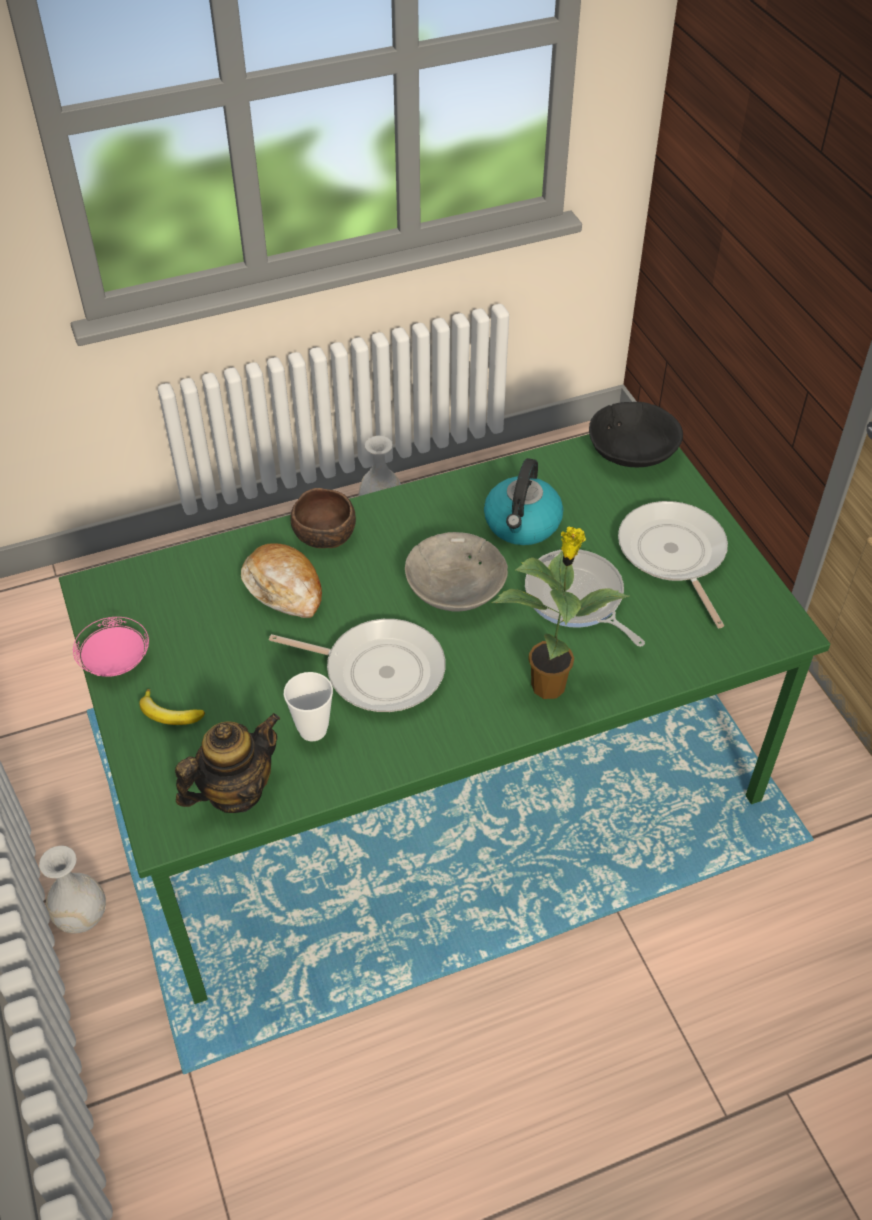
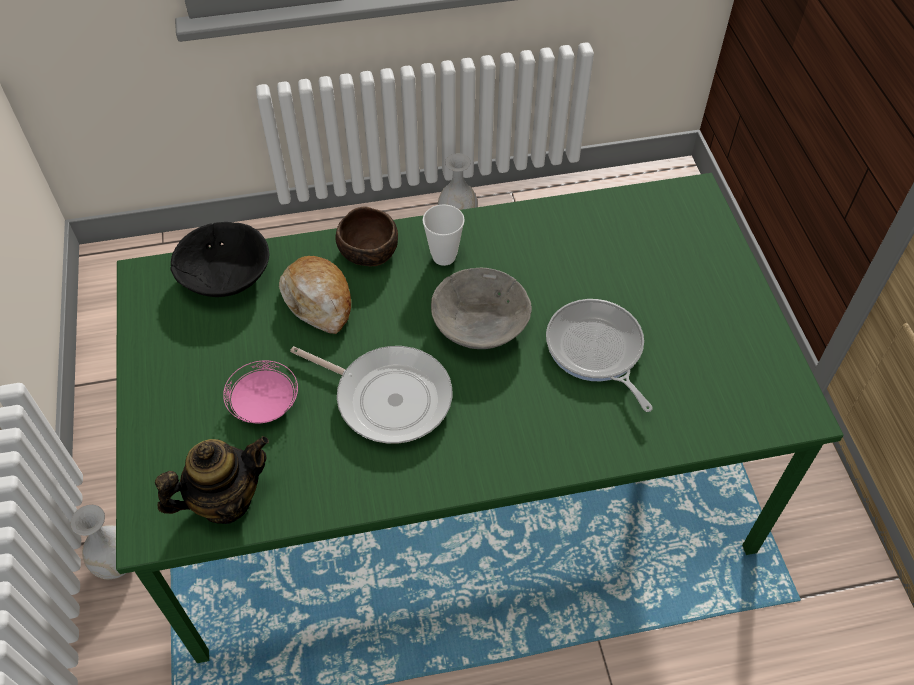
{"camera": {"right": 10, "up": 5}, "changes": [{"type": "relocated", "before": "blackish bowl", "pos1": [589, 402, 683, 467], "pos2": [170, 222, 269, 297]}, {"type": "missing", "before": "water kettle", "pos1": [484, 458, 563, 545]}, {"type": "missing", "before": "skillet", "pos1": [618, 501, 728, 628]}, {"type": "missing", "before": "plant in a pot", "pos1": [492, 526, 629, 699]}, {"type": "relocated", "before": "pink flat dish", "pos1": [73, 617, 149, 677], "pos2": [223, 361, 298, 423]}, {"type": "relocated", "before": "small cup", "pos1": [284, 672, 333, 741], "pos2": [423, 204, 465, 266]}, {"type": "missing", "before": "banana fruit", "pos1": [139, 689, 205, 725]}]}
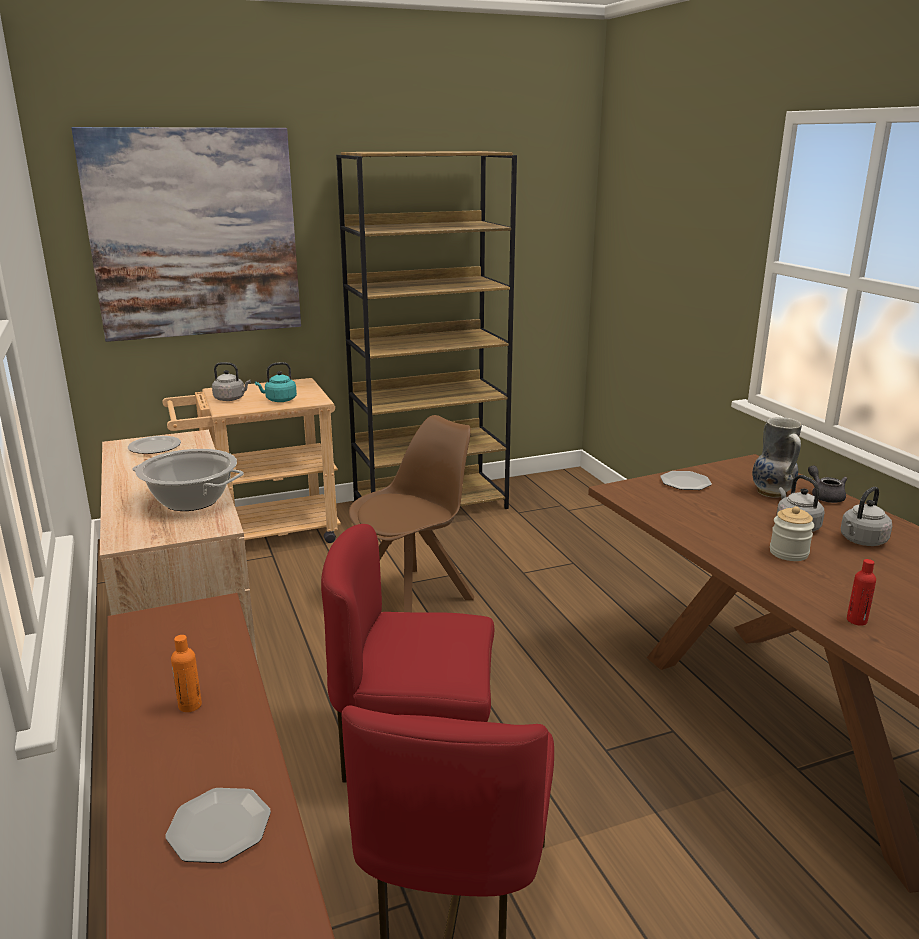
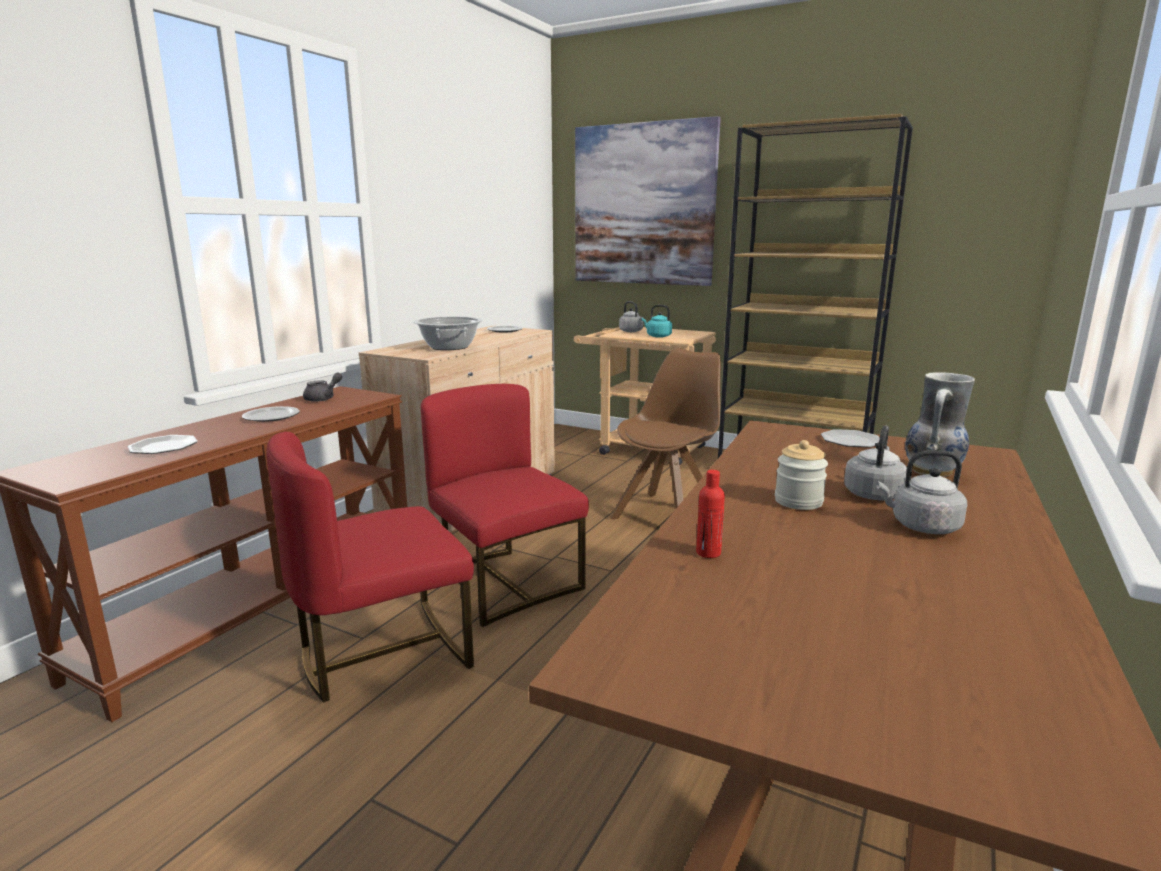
{"camera": {"right": 50, "up": -5}, "changes": [{"type": "spun", "before": "brown-coloured plain chair", "pos1": [349, 415, 474, 612], "pos2": [610, 348, 721, 519], "turn": -60}, {"type": "relocated", "before": "greyish teapot", "pos1": [808, 466, 847, 503], "pos2": [303, 372, 342, 402]}, {"type": "exchanged", "before": "orange beverage bottle", "after": "flat dish", "pos1": [171, 635, 202, 712], "pos2": [242, 406, 300, 422]}]}
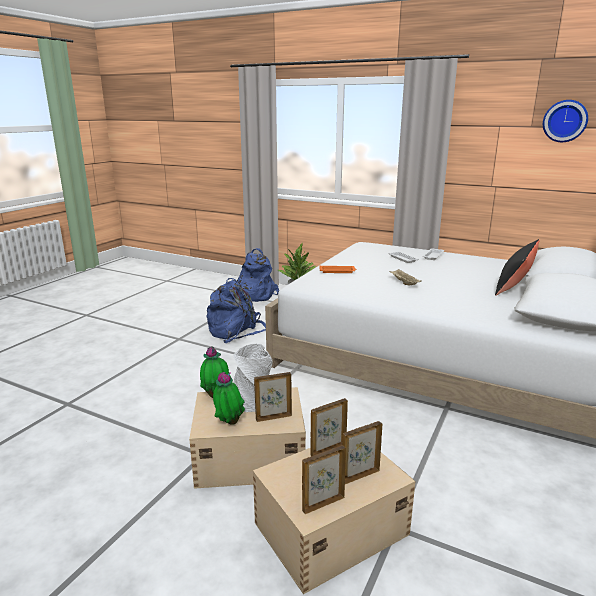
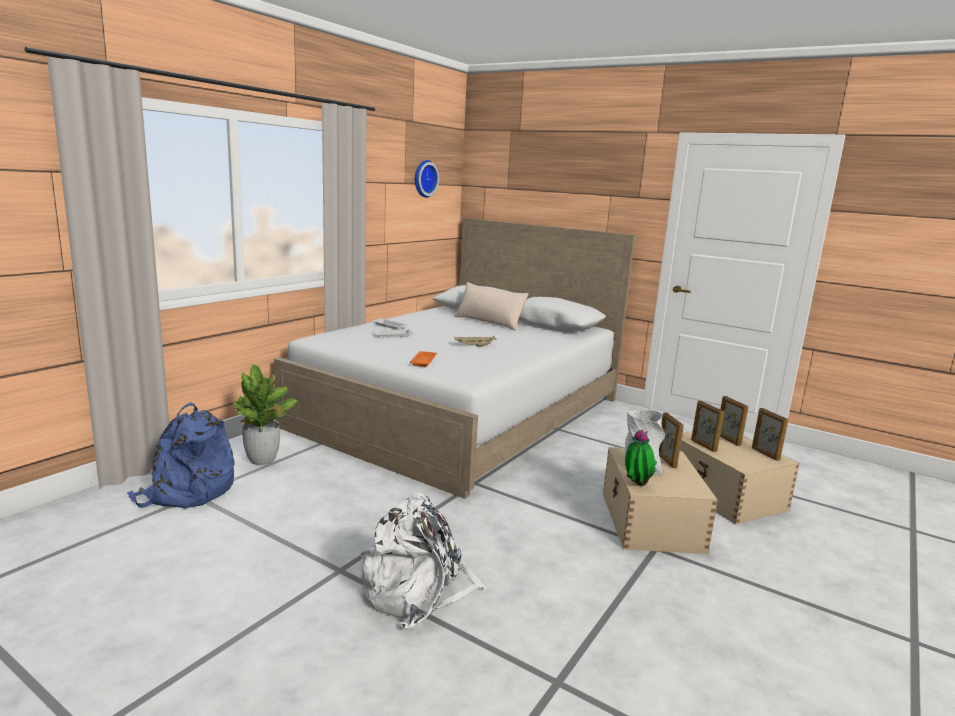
{"camera": {"right": -85, "up": -5}, "changes": [{"type": "colour", "before": "blackish throw pillow", "after": "beige-coloured throw pillow", "pos1": [495, 239, 540, 296], "pos2": [455, 282, 529, 331]}, {"type": "missing", "before": "blue-coloured knapsack", "pos1": [206, 278, 266, 343]}, {"type": "missing", "before": "plant in a pot", "pos1": [213, 372, 245, 425]}, {"type": "appeared", "after": "white knapsack", "pos2": [360, 493, 487, 630]}]}
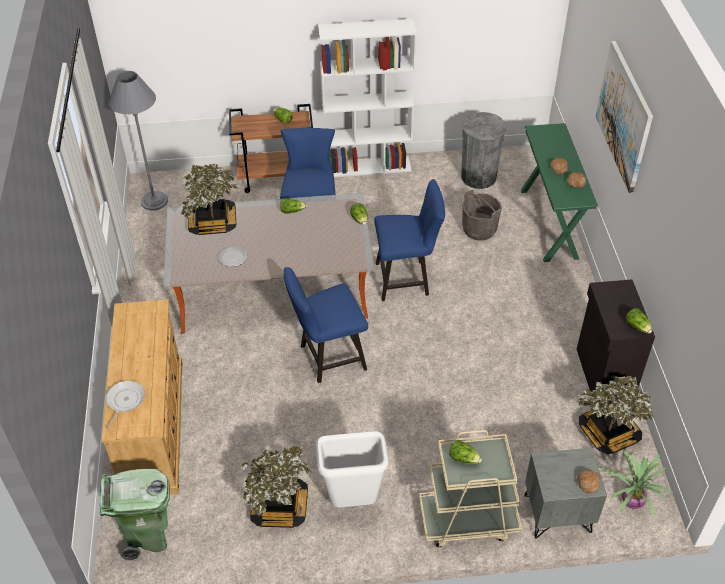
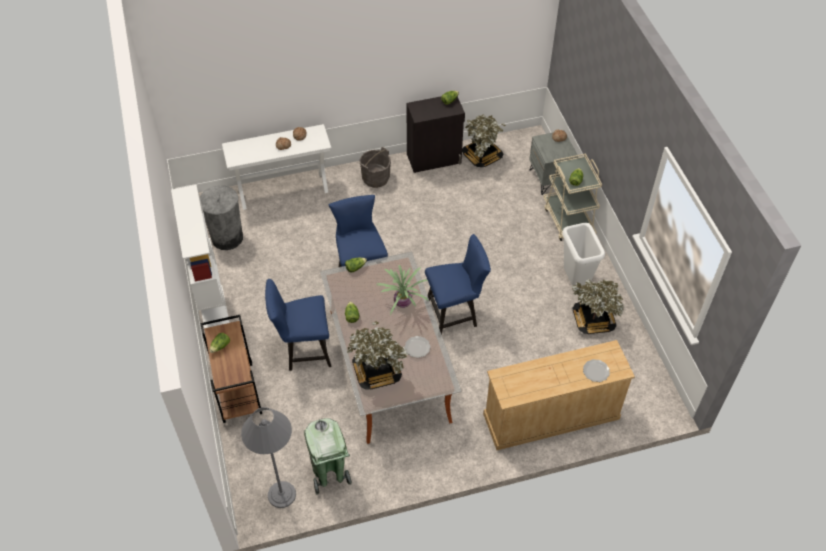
{"camera": {"right": -100, "up": 5}, "changes": [{"type": "missing", "before": "picture", "pos1": [596, 41, 653, 193]}, {"type": "colour", "before": "greenish hall table", "after": "white hall table", "pos1": [521, 123, 598, 262], "pos2": [222, 124, 332, 210]}, {"type": "relocated", "before": "greyish water bucket", "pos1": [462, 190, 502, 241], "pos2": [359, 147, 391, 188]}, {"type": "spun", "before": "blue-coloured plain chair", "pos1": [283, 267, 368, 383], "pos2": [425, 234, 491, 335], "turn": -75}, {"type": "exchanged", "before": "skillet", "after": "flat dish", "pos1": [106, 381, 145, 430], "pos2": [583, 359, 610, 382]}, {"type": "relocated", "before": "plant in a pot", "pos1": [598, 449, 673, 517], "pos2": [377, 265, 428, 315]}, {"type": "relocated", "before": "greenish waste bin", "pos1": [100, 469, 170, 560], "pos2": [304, 418, 352, 495]}]}
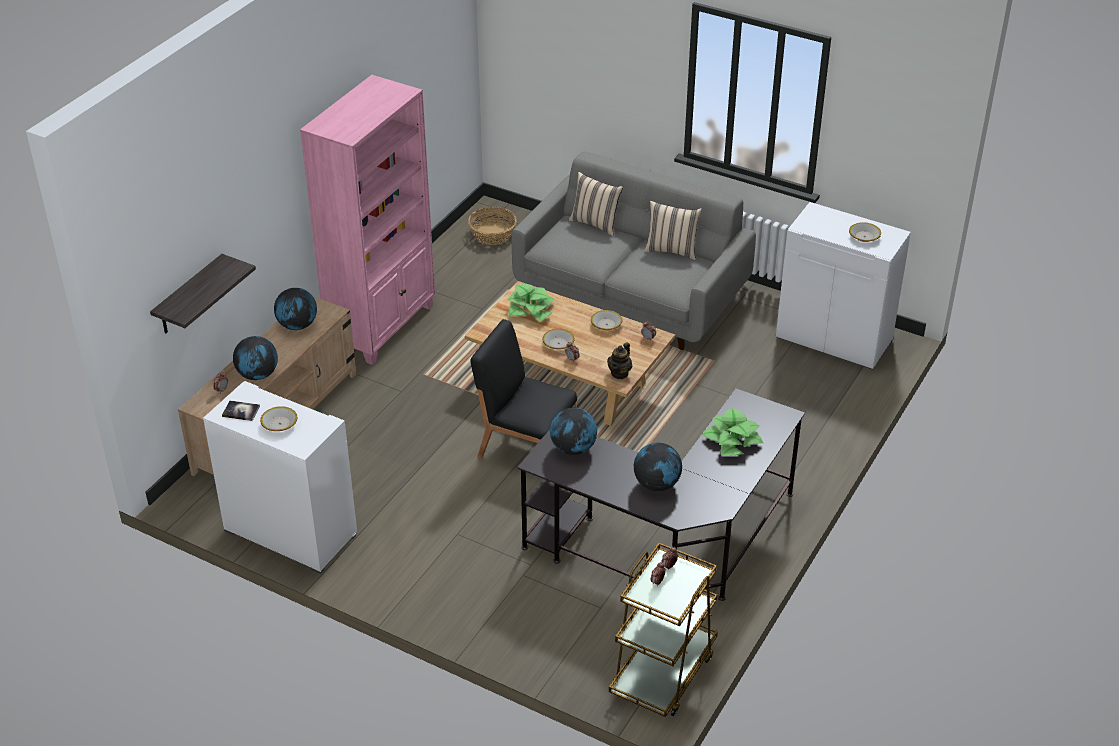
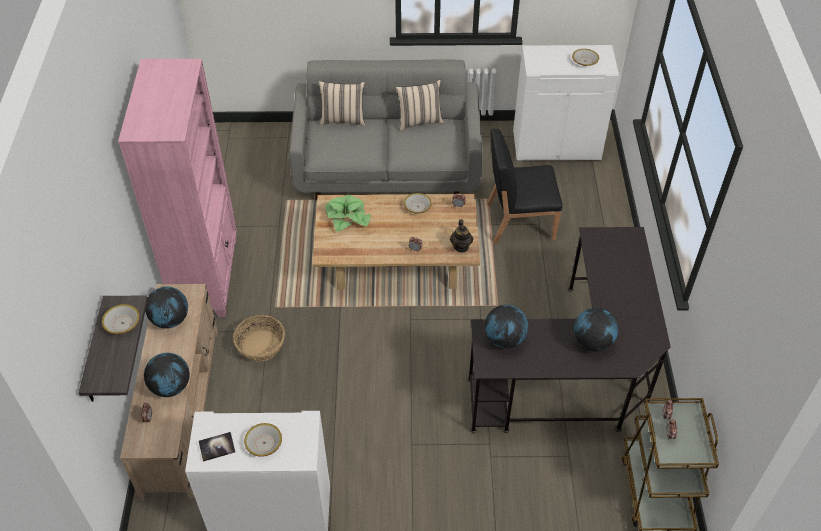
{"camera": {"right": -30, "up": 10}, "changes": [{"type": "relocated", "before": "household basket", "pos1": [468, 207, 517, 245], "pos2": [233, 315, 285, 362]}, {"type": "relocated", "before": "blackish plain chair", "pos1": [471, 319, 577, 459], "pos2": [487, 129, 562, 244]}, {"type": "relocated", "before": "bowl", "pos1": [542, 329, 574, 349], "pos2": [102, 304, 140, 334]}, {"type": "missing", "before": "plant in a pot", "pos1": [702, 408, 763, 456]}]}
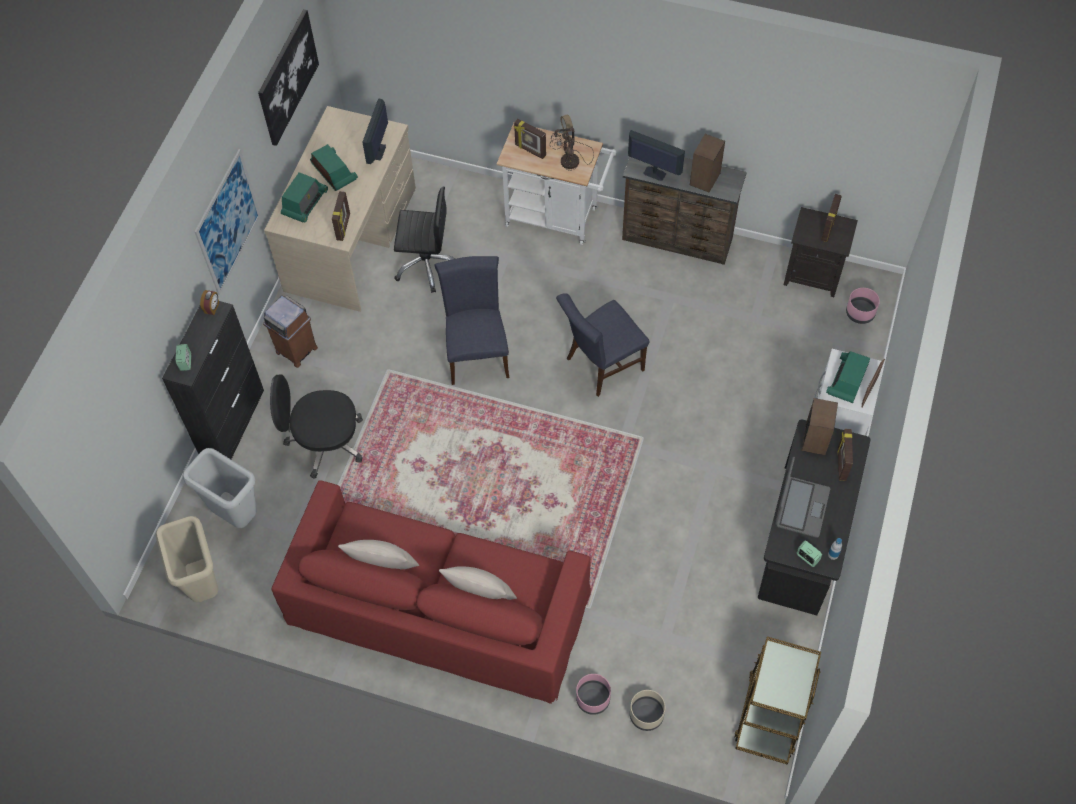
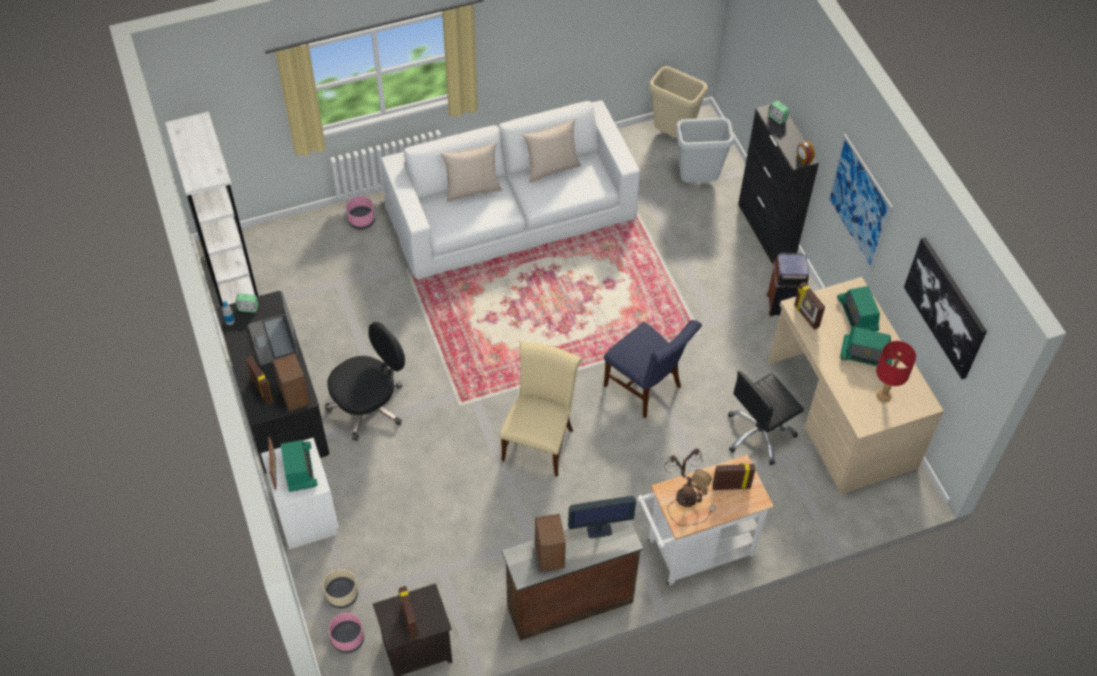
{"camera": {"right": 140, "up": -5}, "changes": [{"type": "missing", "before": "monitor", "pos1": [362, 98, 388, 164]}, {"type": "colour", "before": "blue-coloured plain chair", "after": "beige-coloured plain chair", "pos1": [556, 293, 650, 397], "pos2": [500, 341, 582, 477]}, {"type": "relocated", "before": "blackish computer chair", "pos1": [270, 374, 363, 479], "pos2": [325, 322, 405, 441]}, {"type": "colour", "before": "reddish couch", "after": "white couch", "pos1": [272, 480, 591, 704], "pos2": [381, 100, 640, 280]}, {"type": "exchanged", "before": "brown-coloured trolley", "after": "white bookcase", "pos1": [734, 636, 821, 765], "pos2": [165, 112, 258, 306]}, {"type": "relocated", "before": "beige-coloured plant pot", "pos1": [630, 690, 665, 731], "pos2": [323, 569, 358, 609]}, {"type": "appeared", "after": "reddish table lamp", "pos2": [876, 341, 916, 403]}]}
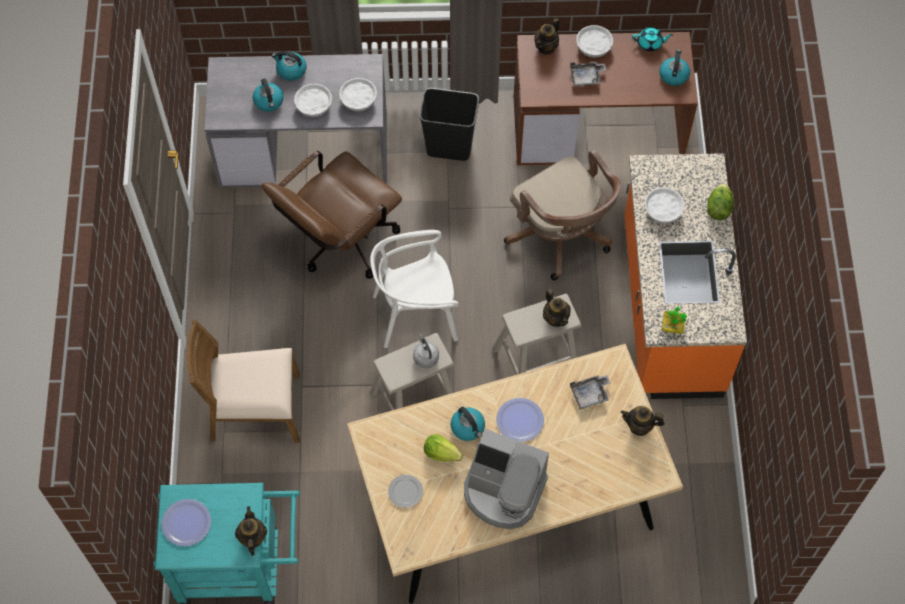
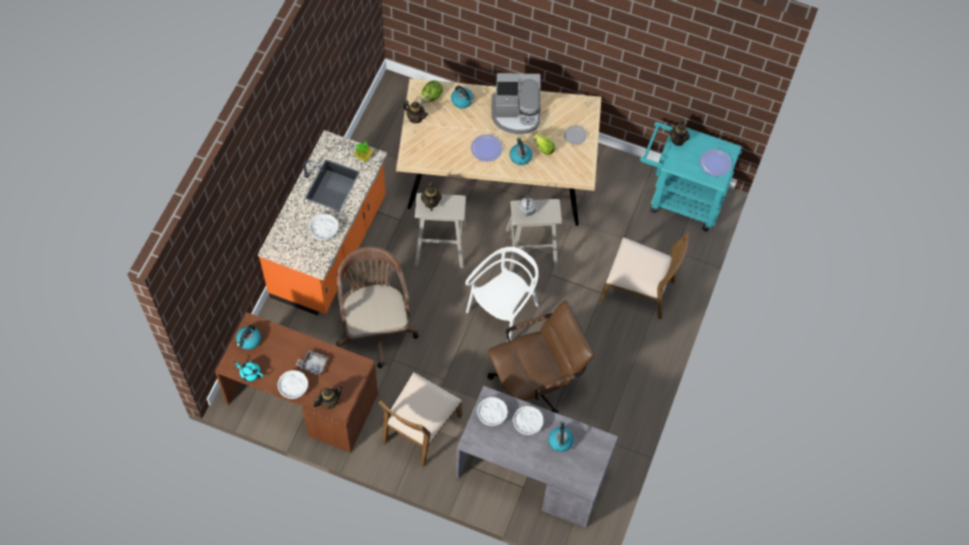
{"camera": {"right": -160, "up": 0}, "changes": [{"type": "relocated", "before": "water kettle", "pos1": [272, 51, 306, 81], "pos2": [451, 85, 474, 109]}, {"type": "exchanged", "before": "blackish waste bin", "after": "brown-coloured plain chair", "pos1": [419, 88, 479, 161], "pos2": [379, 372, 462, 467]}, {"type": "relocated", "before": "head of lettuce", "pos1": [707, 183, 734, 220], "pos2": [421, 80, 443, 103]}, {"type": "spun", "before": "white plain chair", "pos1": [370, 230, 459, 348], "pos2": [465, 247, 539, 342], "turn": -60}, {"type": "missing", "before": "greyish carrying tray", "pos1": [570, 375, 610, 410]}, {"type": "spun", "before": "coffee machine", "pos1": [464, 429, 549, 529], "pos2": [491, 73, 541, 134], "turn": 135}]}
